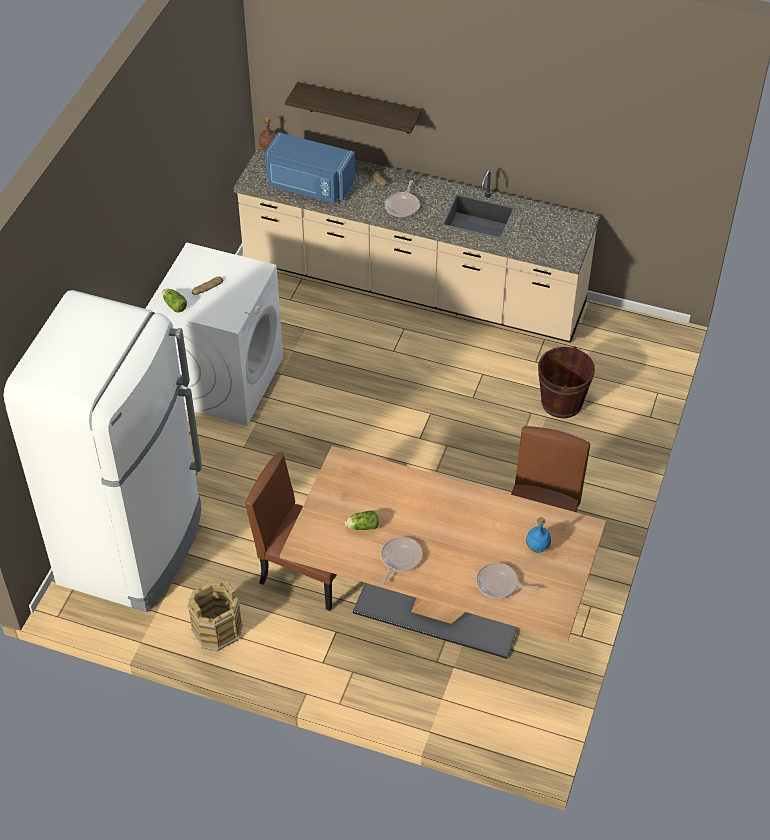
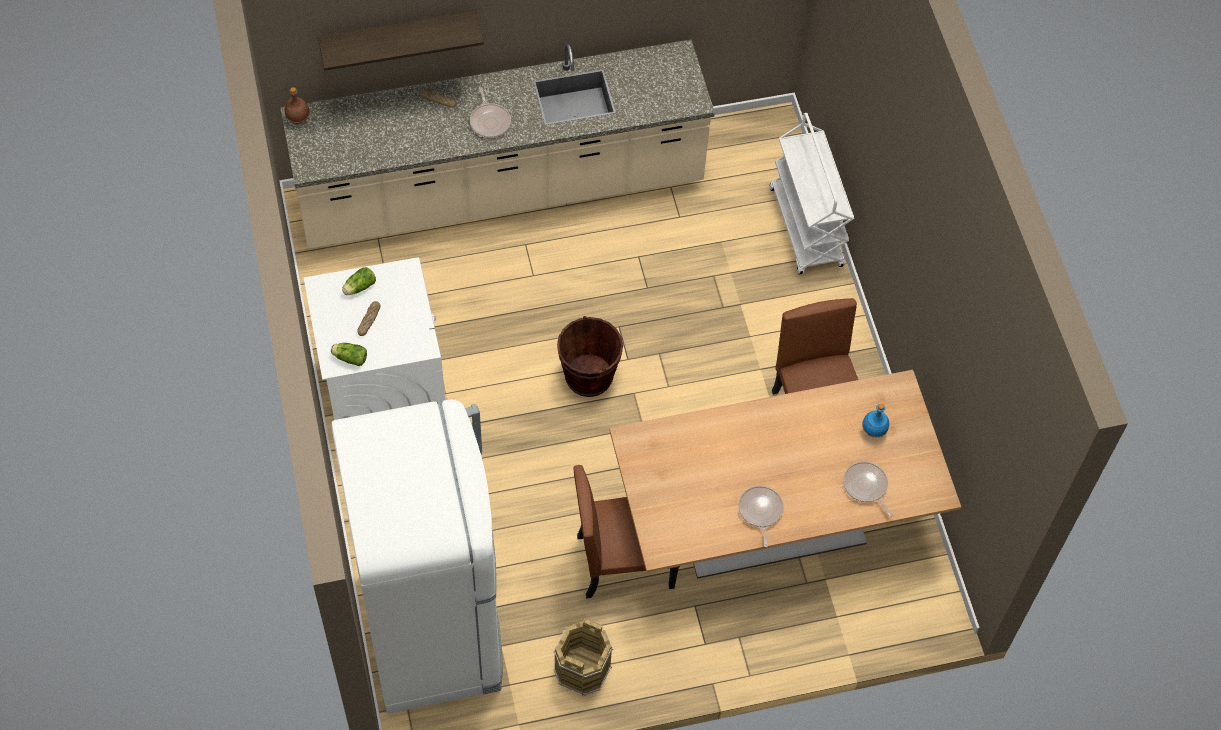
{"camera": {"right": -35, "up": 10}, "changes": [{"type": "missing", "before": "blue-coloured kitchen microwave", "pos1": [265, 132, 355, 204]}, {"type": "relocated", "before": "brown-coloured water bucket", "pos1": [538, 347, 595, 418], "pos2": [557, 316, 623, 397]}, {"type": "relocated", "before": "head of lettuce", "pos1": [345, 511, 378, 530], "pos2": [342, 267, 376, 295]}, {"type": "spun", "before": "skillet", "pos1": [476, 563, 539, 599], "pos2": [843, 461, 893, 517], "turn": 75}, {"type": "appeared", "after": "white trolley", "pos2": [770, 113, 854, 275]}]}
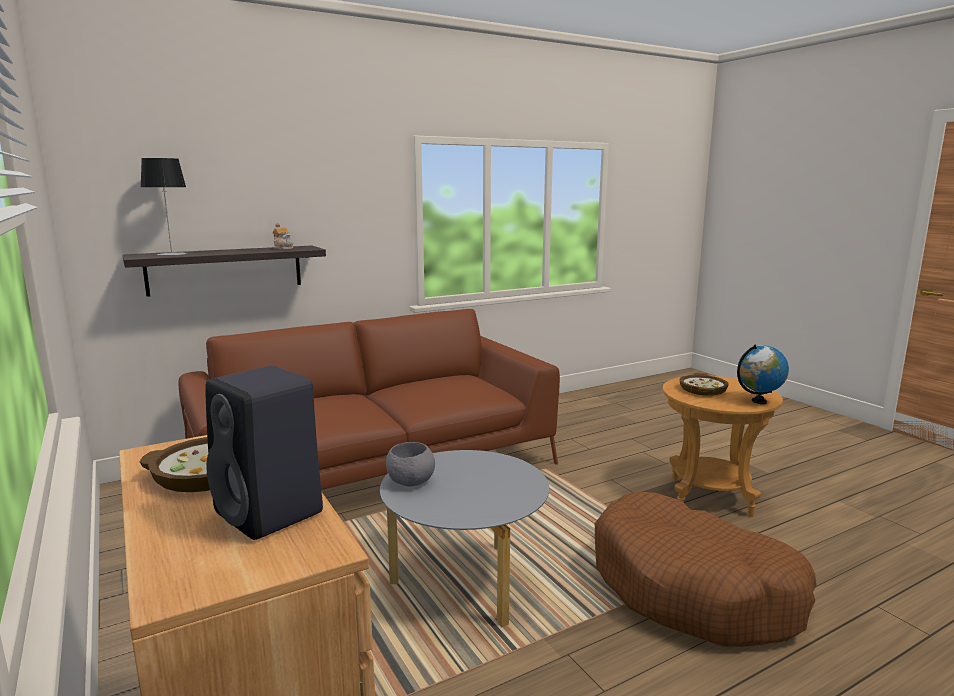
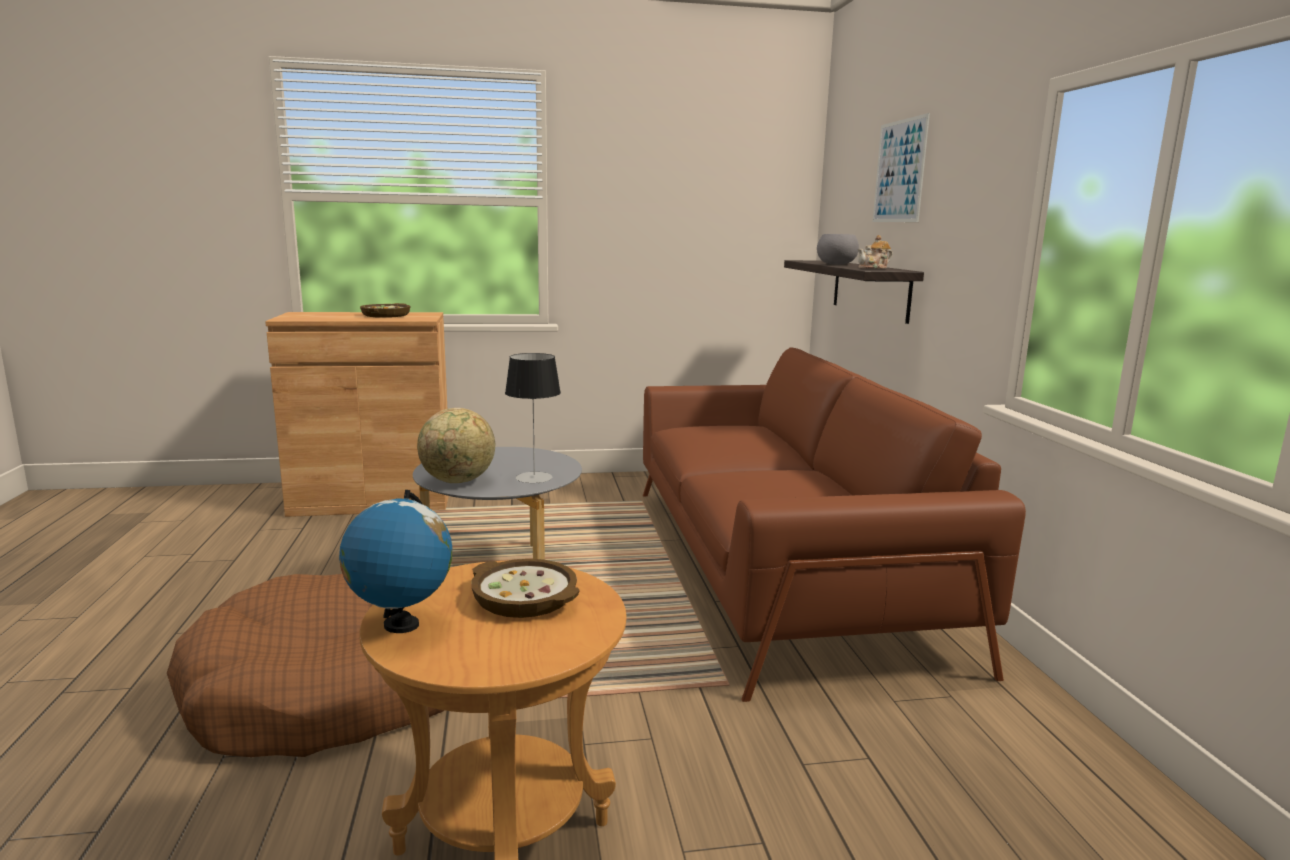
{"camera": {"right": 110, "up": 0}, "changes": [{"type": "relocated", "before": "table lamp", "pos1": [141, 158, 187, 256], "pos2": [505, 353, 561, 483]}, {"type": "missing", "before": "blackish loudspeaker", "pos1": [205, 366, 323, 540]}, {"type": "relocated", "before": "greyish bowl", "pos1": [386, 442, 435, 487], "pos2": [817, 234, 859, 265]}, {"type": "appeared", "after": "picture", "pos2": [873, 113, 930, 222]}, {"type": "appeared", "after": "desk globe", "pos2": [417, 408, 495, 483]}]}
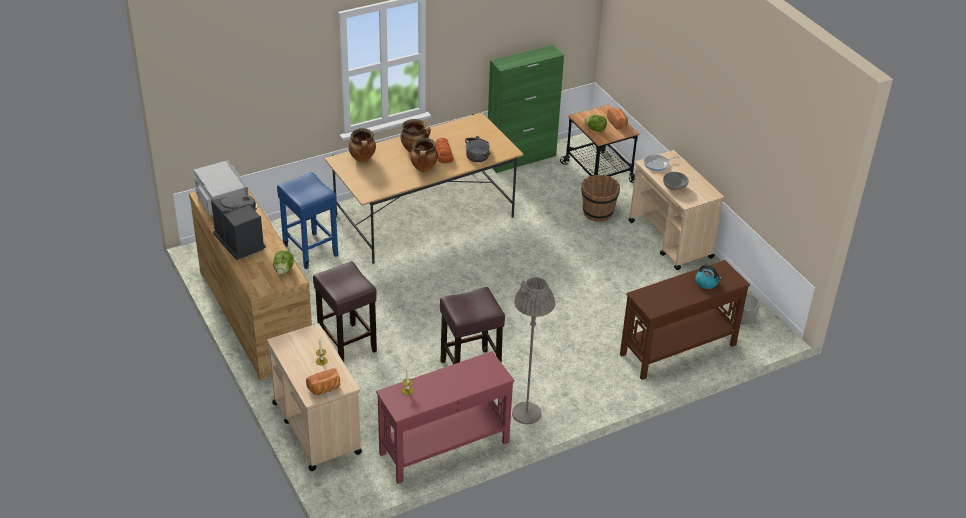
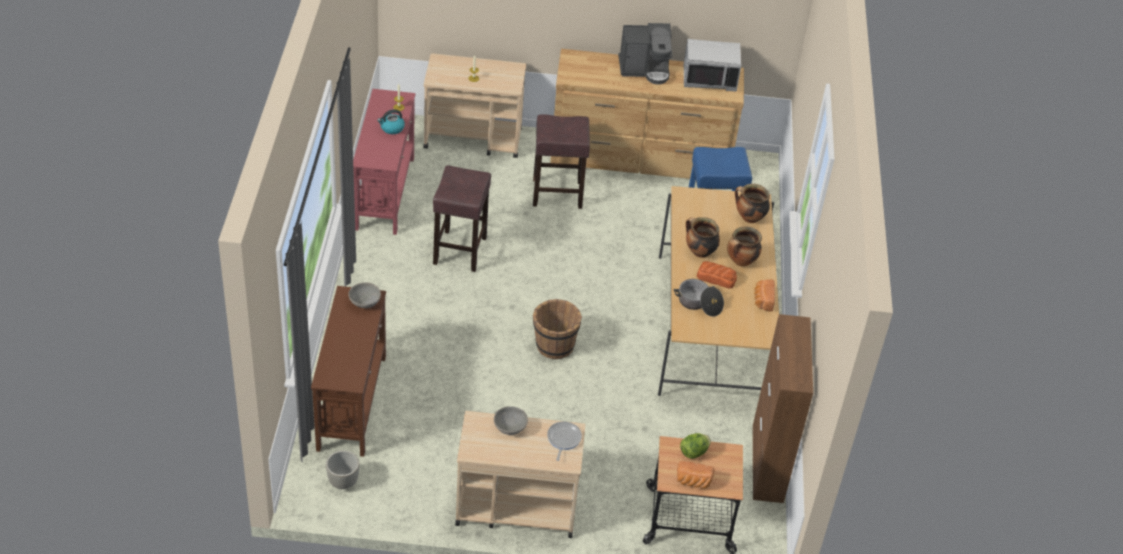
{"camera": {"right": 120, "up": 5}, "changes": [{"type": "colour", "before": "greenish cupboard", "after": "brown-coloured cupboard", "pos1": [488, 45, 564, 173], "pos2": [753, 314, 813, 503]}, {"type": "relocated", "before": "brown-coloured water bucket", "pos1": [581, 175, 620, 222], "pos2": [533, 299, 582, 359]}, {"type": "missing", "before": "head of lettuce", "pos1": [273, 250, 294, 274]}, {"type": "relocated", "before": "water kettle", "pos1": [695, 264, 722, 289], "pos2": [377, 109, 405, 134]}, {"type": "missing", "before": "greyish standing lamp", "pos1": [512, 277, 555, 425]}, {"type": "relocated", "before": "bread", "pos1": [306, 368, 340, 395], "pos2": [754, 279, 775, 312]}, {"type": "appeared", "after": "greyish bowl", "pos2": [348, 282, 381, 308]}]}
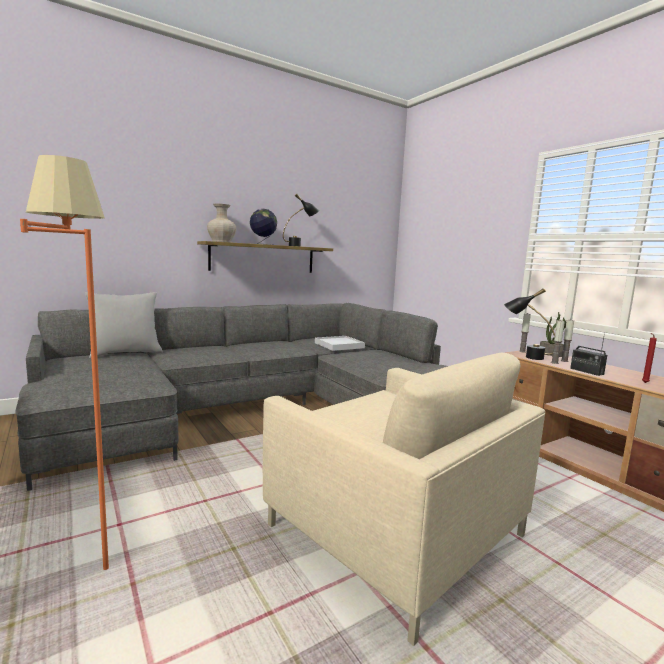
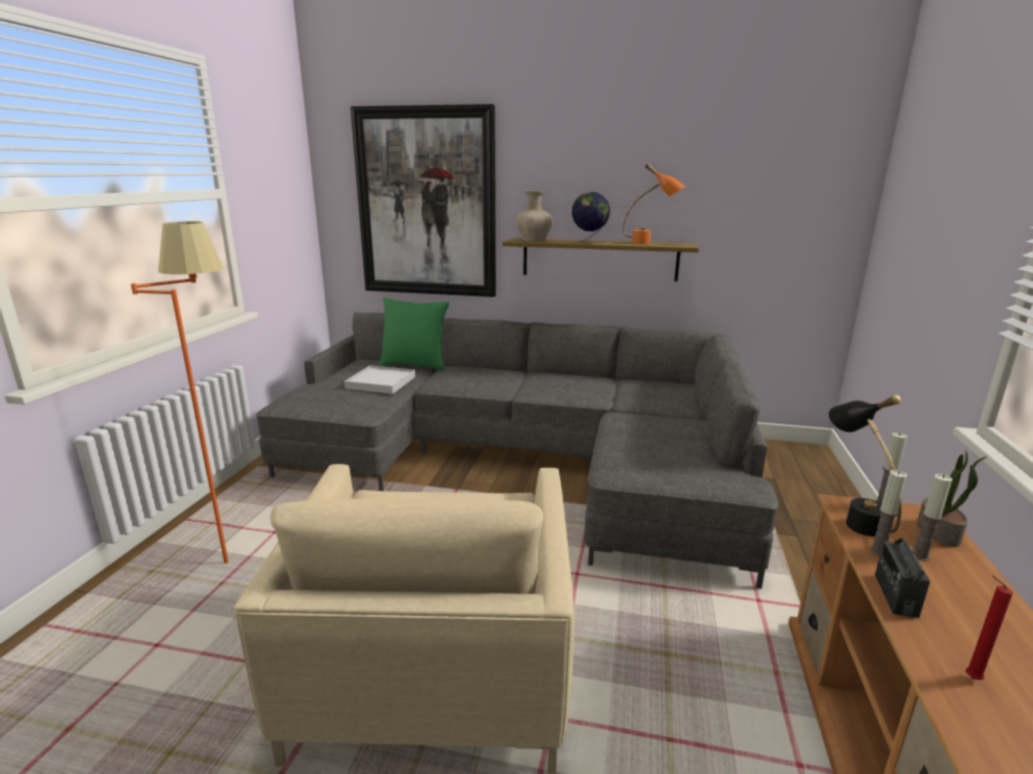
{"camera": {"right": 45, "up": 10}, "changes": [{"type": "colour", "before": "blackish table lamp", "after": "orange table lamp", "pos1": [283, 194, 319, 247], "pos2": [622, 163, 685, 244]}, {"type": "colour", "before": "greyish throw pillow", "after": "greenish throw pillow", "pos1": [85, 292, 162, 358], "pos2": [379, 297, 449, 370]}, {"type": "relocated", "before": "white carrying tray", "pos1": [315, 336, 365, 351], "pos2": [344, 365, 415, 394]}, {"type": "appeared", "after": "picture", "pos2": [350, 104, 496, 297]}]}
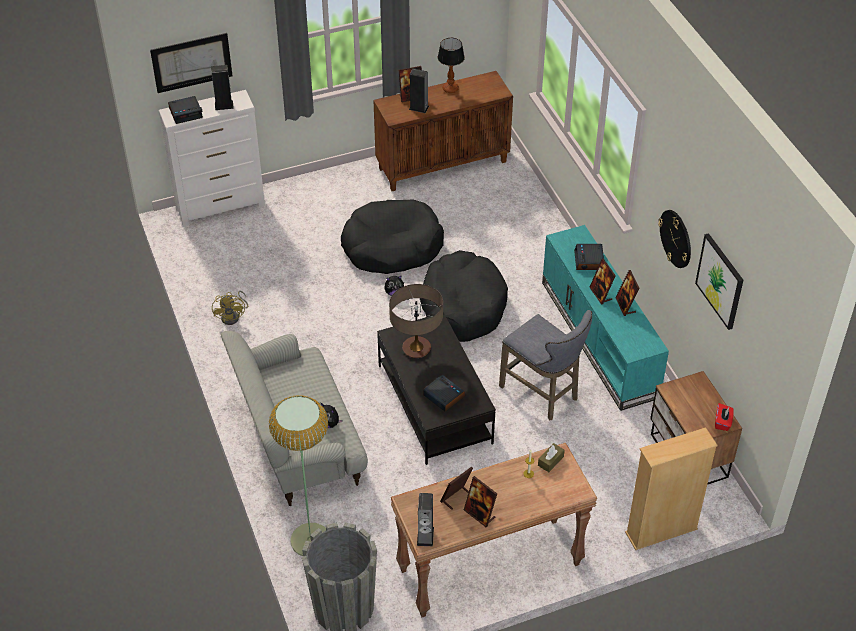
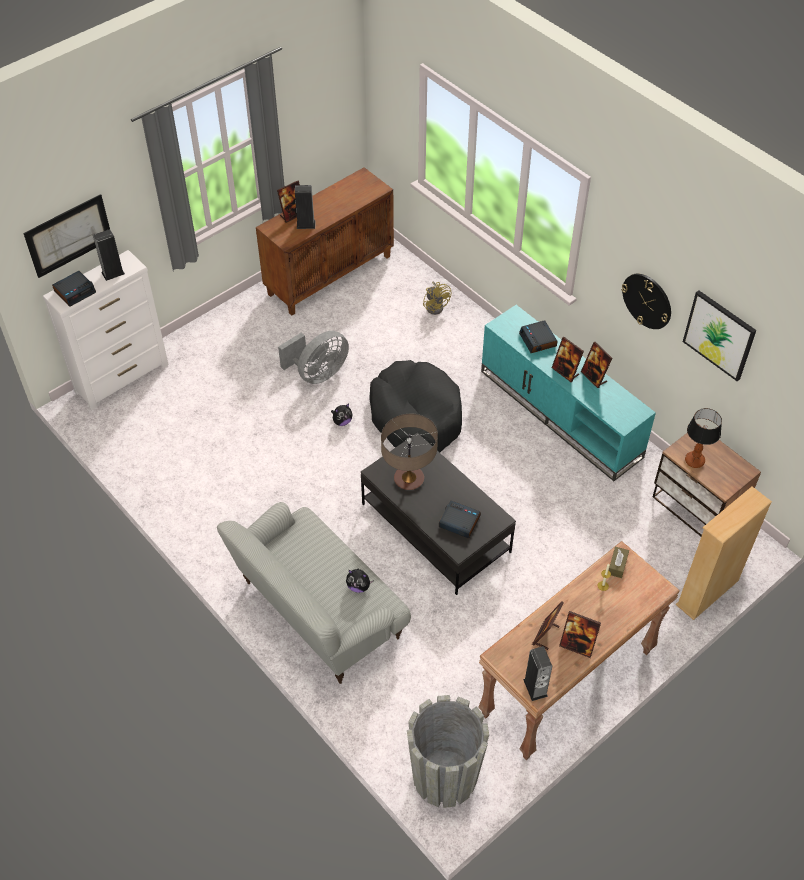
{"camera": {"right": -20, "up": 5}, "changes": [{"type": "relocated", "before": "table lamp", "pos1": [438, 38, 465, 93], "pos2": [685, 408, 722, 468]}, {"type": "exchanged", "before": "blackish pet bed", "after": "greyish cooling fan", "pos1": [341, 200, 444, 274], "pos2": [278, 331, 349, 384]}, {"type": "relocated", "before": "yellow-coloured cooling fan", "pos1": [212, 291, 248, 325], "pos2": [423, 281, 451, 315]}, {"type": "missing", "before": "greyish sitting stool", "pos1": [499, 310, 592, 421]}, {"type": "missing", "before": "standing lamp", "pos1": [269, 395, 328, 556]}, {"type": "missing", "before": "reddish box of tissues", "pos1": [715, 403, 734, 431]}]}
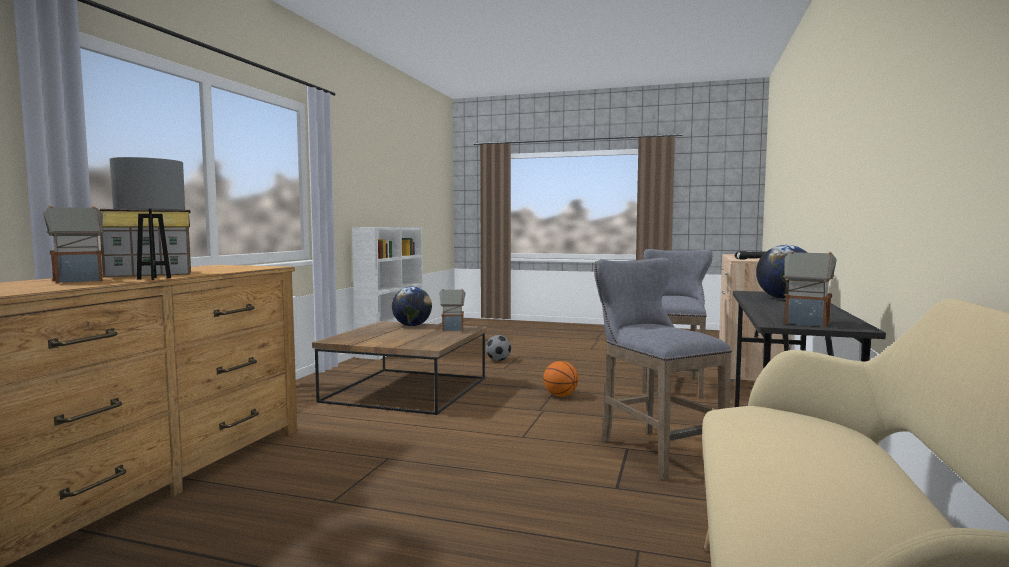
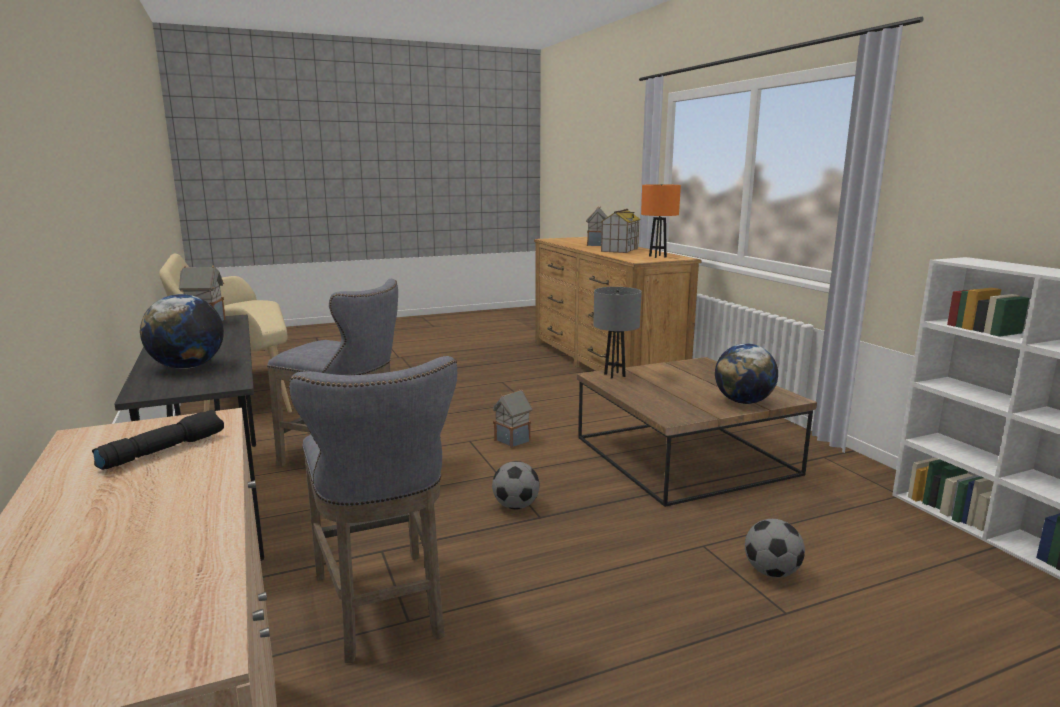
{"camera": {"right": 140, "up": 10}, "changes": [{"type": "relocated", "before": "greyish table lamp", "pos1": [110, 157, 185, 280], "pos2": [593, 287, 642, 379]}, {"type": "relocated", "before": "miniature house", "pos1": [439, 289, 466, 331], "pos2": [492, 389, 533, 448]}, {"type": "exchanged", "before": "ball for basketball", "after": "ball for football", "pos1": [543, 361, 579, 397], "pos2": [492, 461, 540, 509]}, {"type": "appeared", "after": "orange table lamp", "pos2": [641, 184, 681, 258]}]}
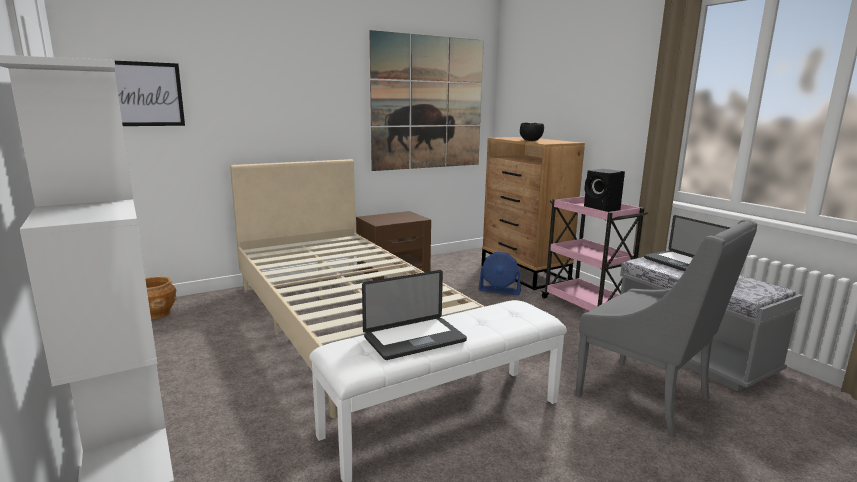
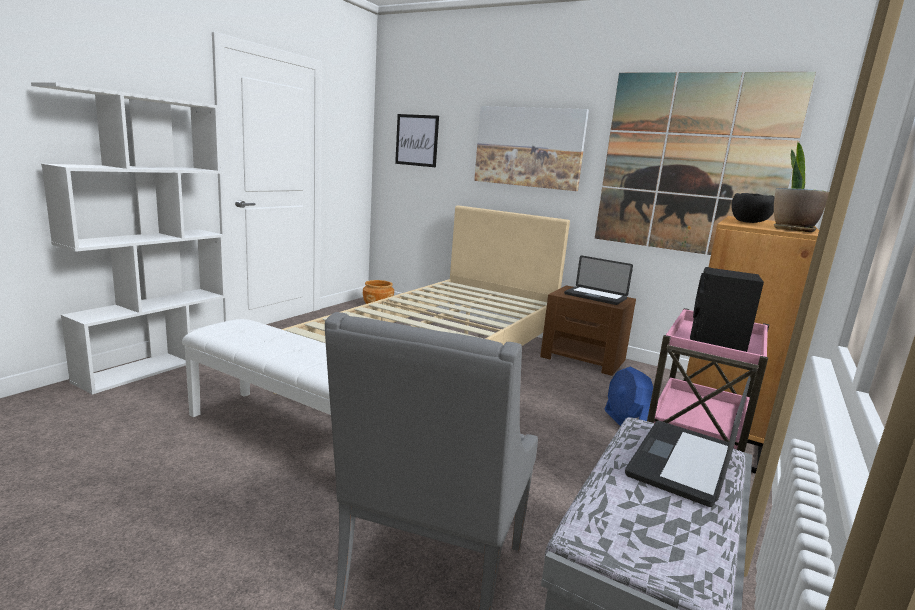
{"camera": {"right": 60, "up": 0}, "changes": [{"type": "relocated", "before": "laptop", "pos1": [362, 270, 467, 360], "pos2": [564, 256, 633, 305]}, {"type": "appeared", "after": "picture", "pos2": [474, 106, 589, 191]}, {"type": "appeared", "after": "plant in a pot", "pos2": [774, 142, 829, 232]}]}
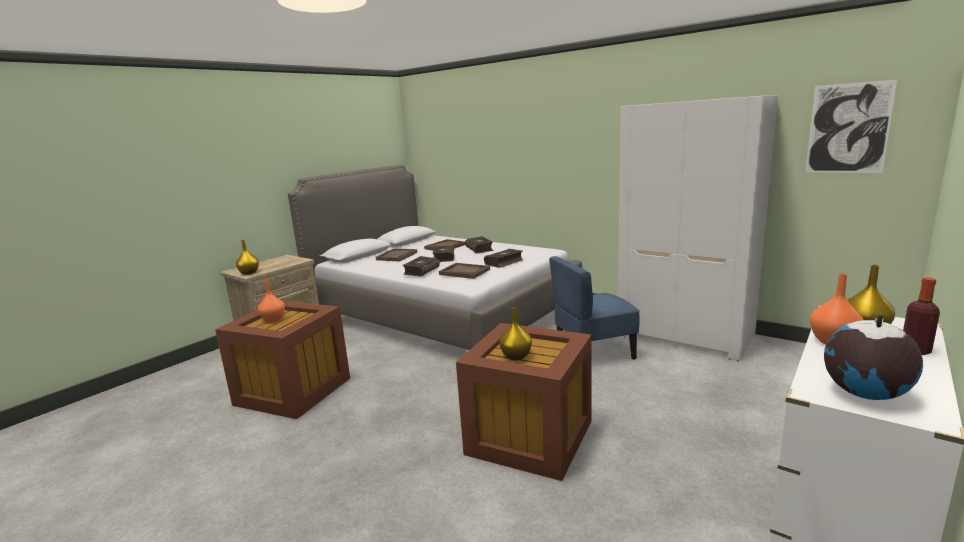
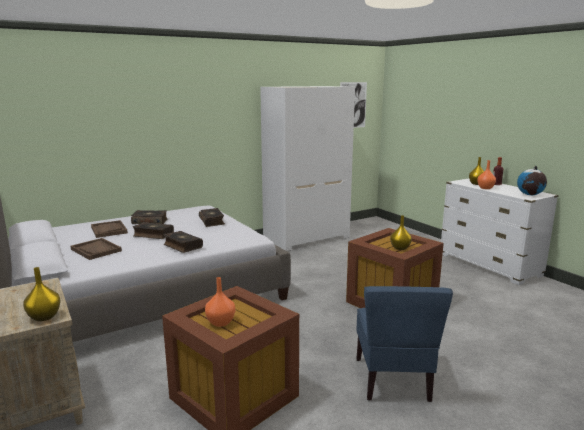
{"camera": {"right": -70, "up": 0}, "changes": [{"type": "relocated", "before": "blue-coloured plain chair", "pos1": [549, 256, 640, 360], "pos2": [356, 286, 453, 402]}, {"type": "missing", "before": "brown-coloured carrying tray", "pos1": [439, 263, 490, 279]}]}
